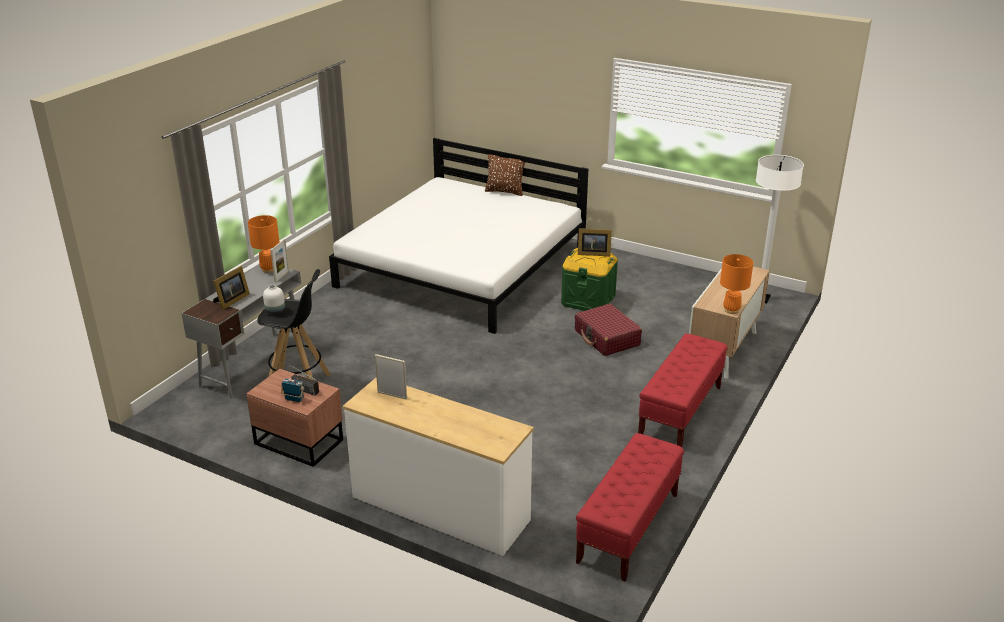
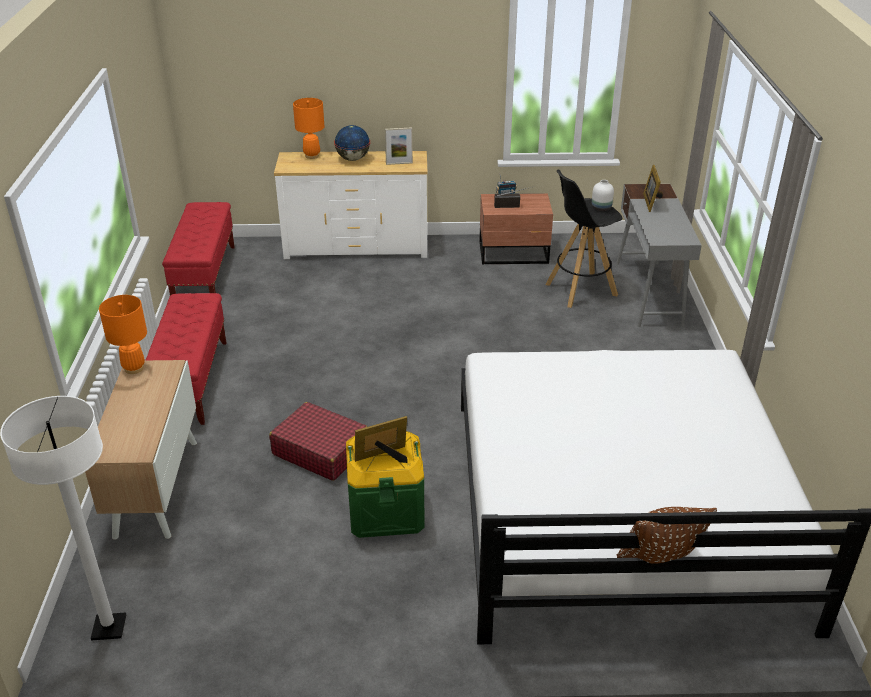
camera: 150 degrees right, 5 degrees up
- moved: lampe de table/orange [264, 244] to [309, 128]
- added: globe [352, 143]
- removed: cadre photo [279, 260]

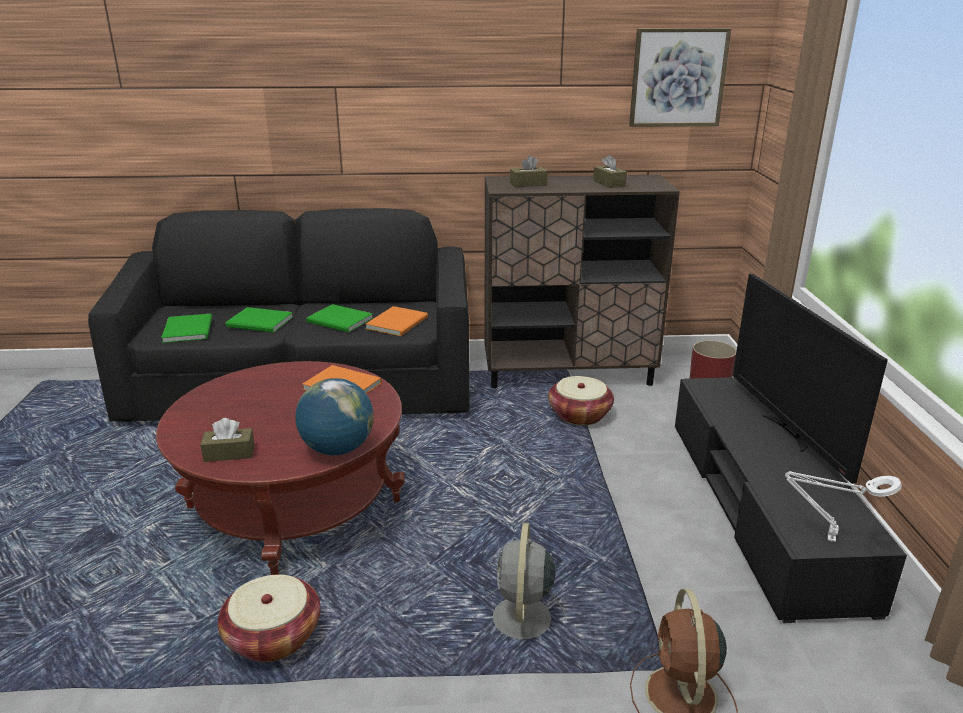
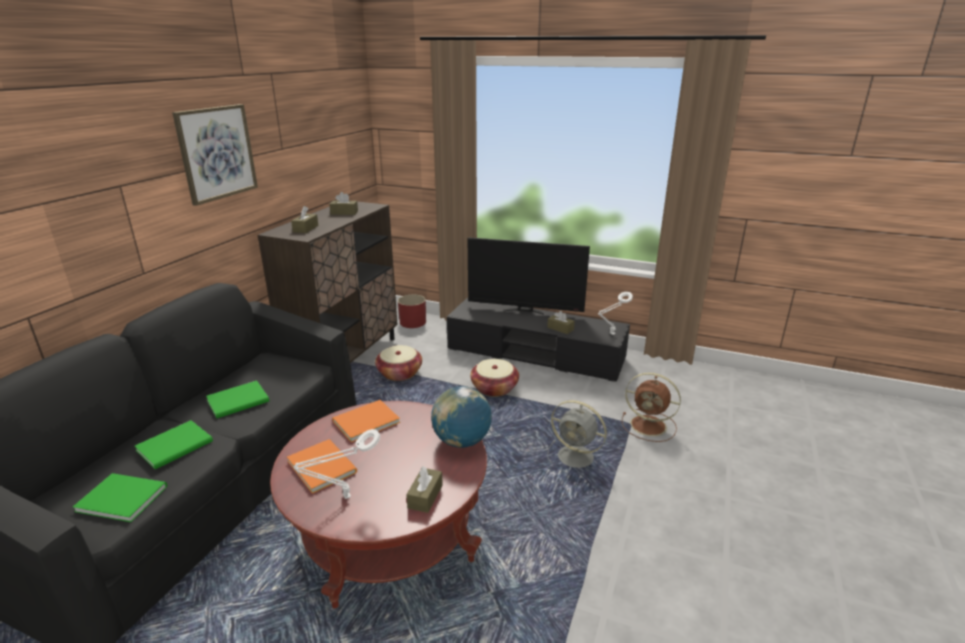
camera: 65 degrees left, 0 degrees up
- moved: tableau [680, 77] to [215, 155]
- moved: livre/orange [397, 321] to [322, 466]
- added: lampe de table/blanc [336, 464]
- moved: panier [269, 618] to [494, 378]
- added: boîte à mouchoirs/marron [561, 322]

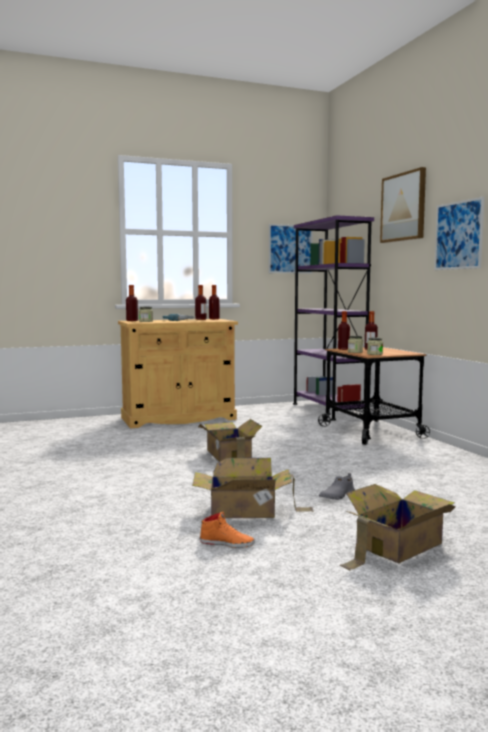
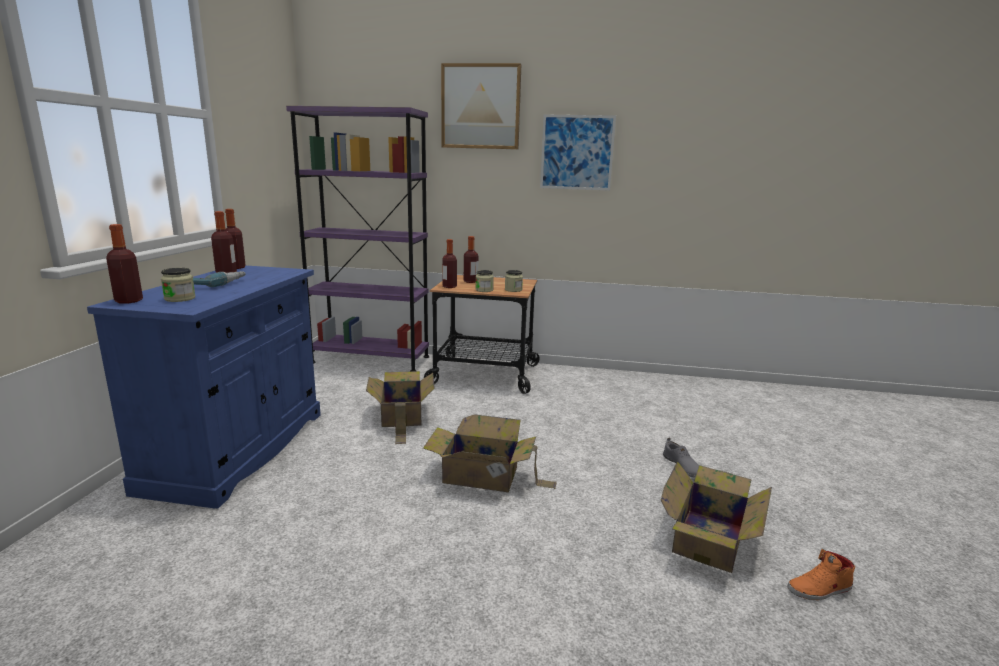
camera: 60 degrees left, 10 degrees up
- recoloured: meuble de rangement/beige [178, 373] to meuble de rangement/bleu [204, 387]
- moved: carton [397, 527] to [400, 407]
- turned: chaussure/orange [227, 530] = [821, 574] 150 degrees counterclockwise
- removed: tableau [291, 249]

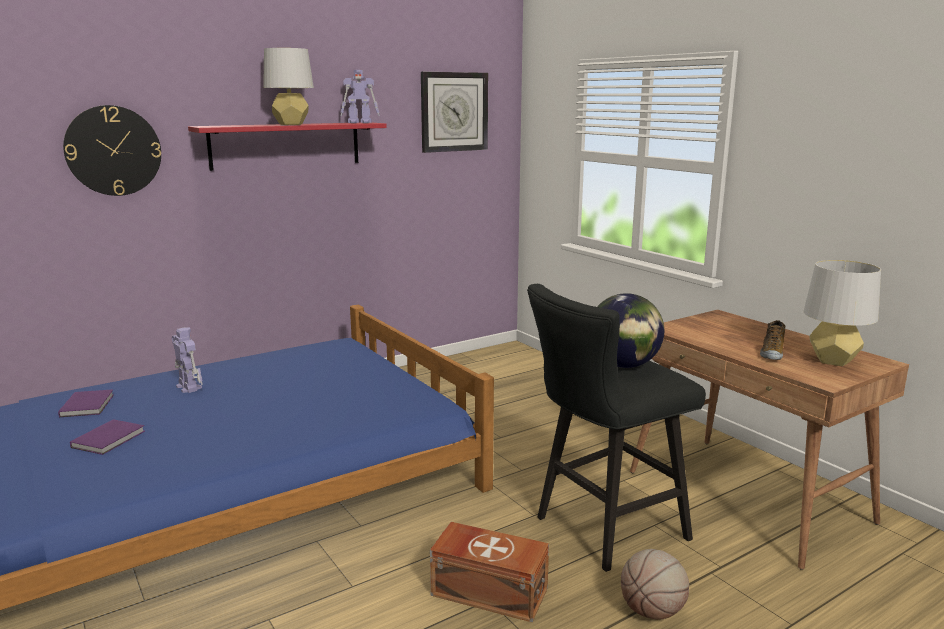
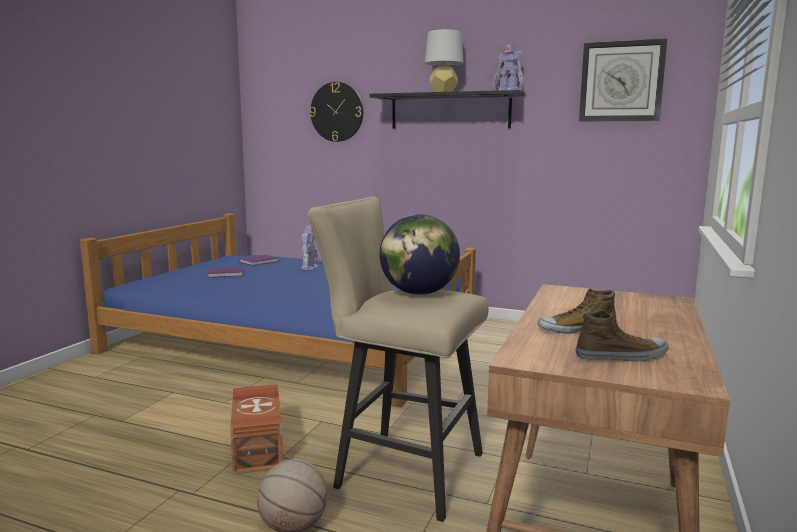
camera: 55 degrees right, 5 degrees down
- recoloured: tabouret/noir [616, 428] to tabouret/beige [398, 359]
- recoloured: étagère/rouge [287, 147] to étagère/noir [447, 109]
- replaced: lampe de table/gris [842, 313] to chaussure [622, 335]

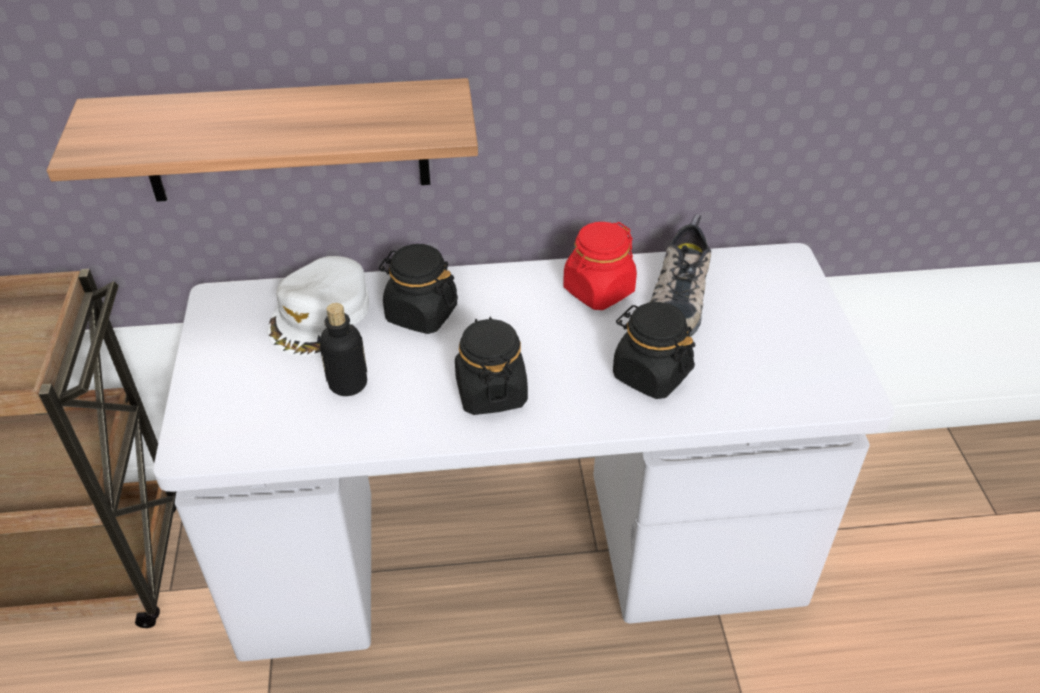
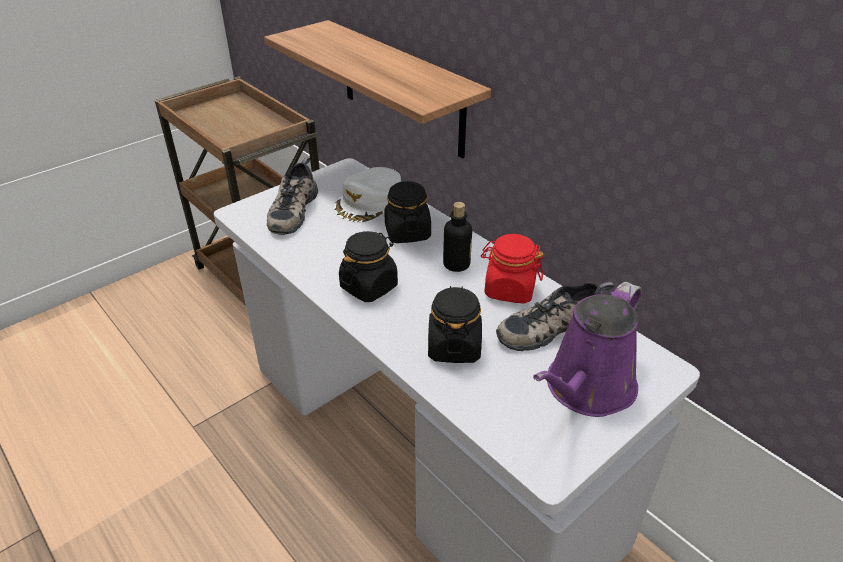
camera: 55 degrees right, 5 degrees down
- added: chaussure [292, 196]
- turned: casquette/blanc [318, 306] = [367, 195] 45 degrees counterclockwise
- moved: bouteille [343, 349] to [457, 237]
- added: arrosoir/violet [587, 349]

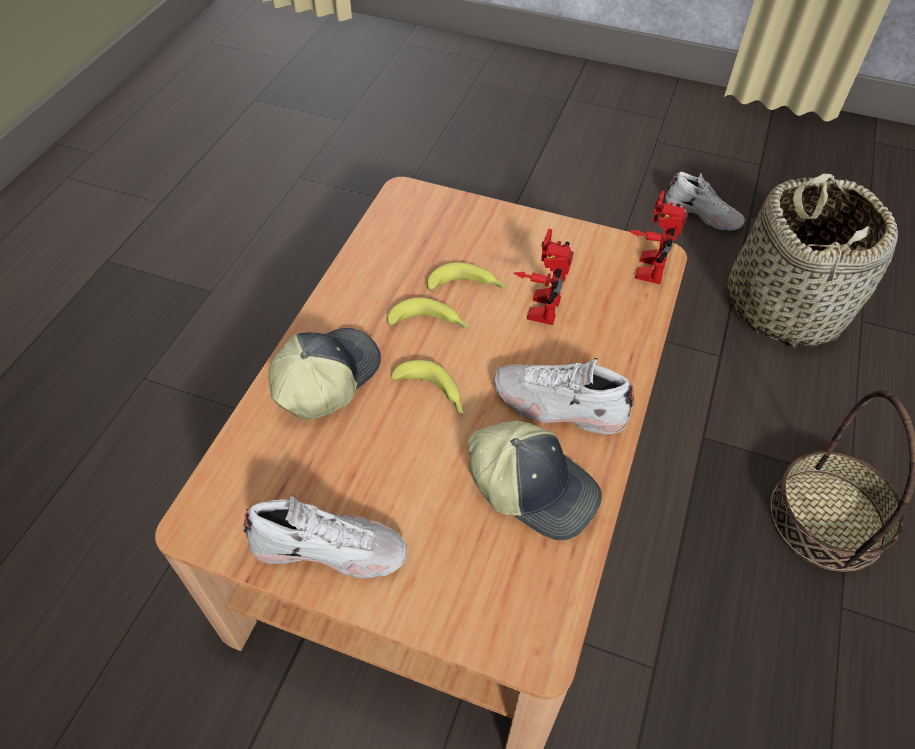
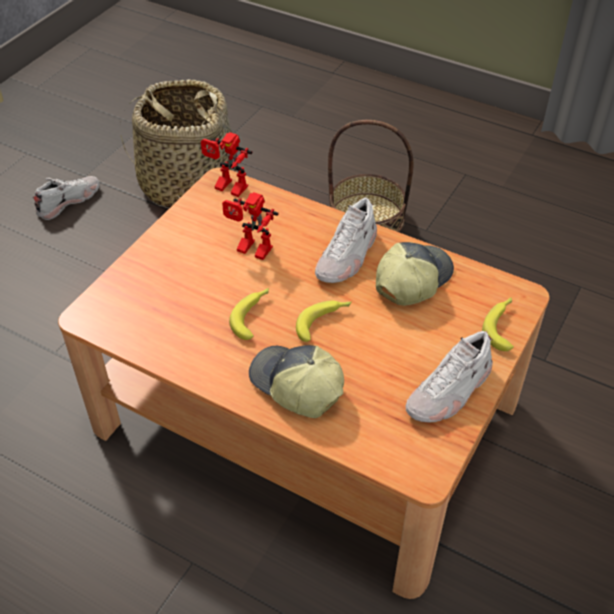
camera: 80 degrees left, 5 degrees down
- turned: chaussure/blanc [325, 537] = [449, 376] 150 degrees counterclockwise
- moved: banane [467, 276] to [498, 324]

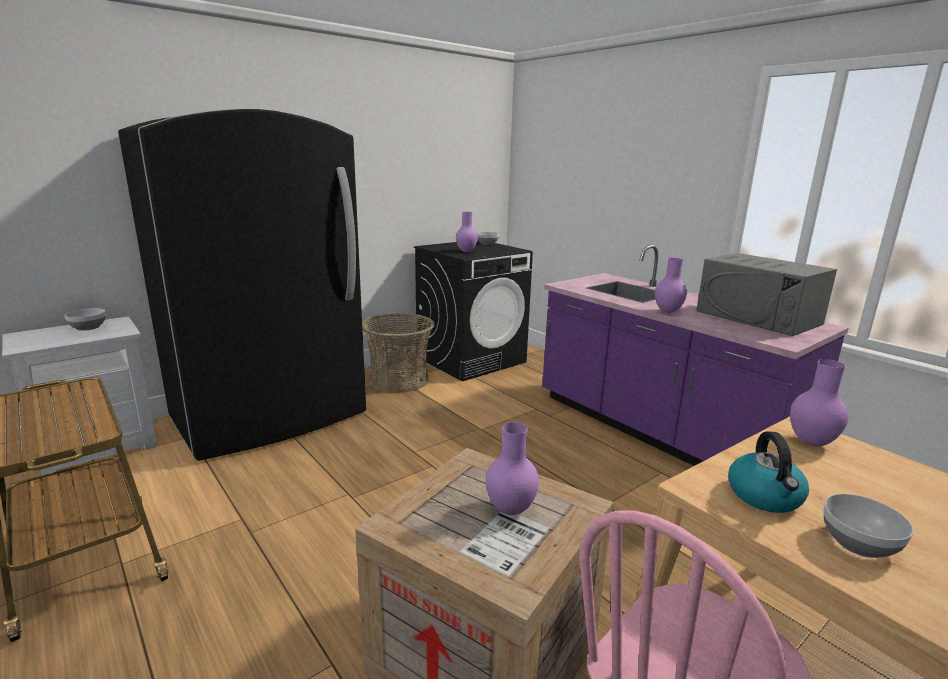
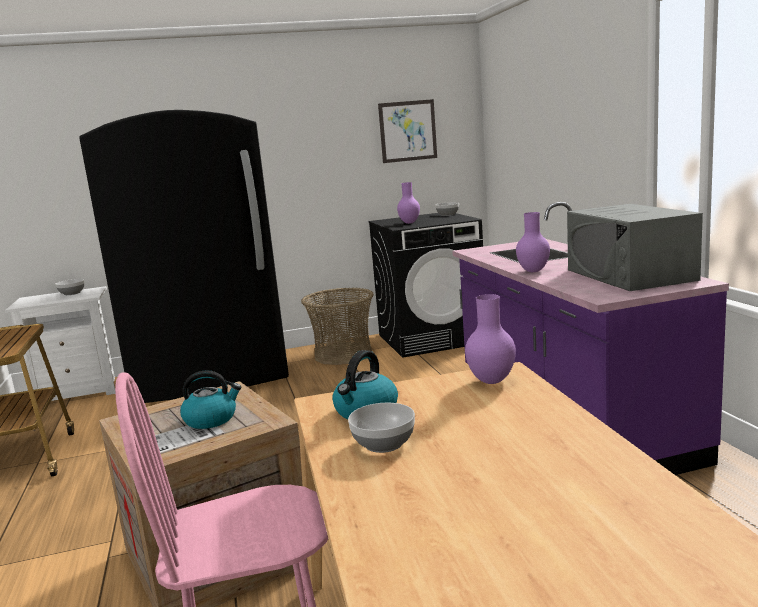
camera: 25 degrees right, 5 degrees down
- replaced: vase/violet [512, 468] to bouilloire [210, 399]
- added: tableau [407, 131]

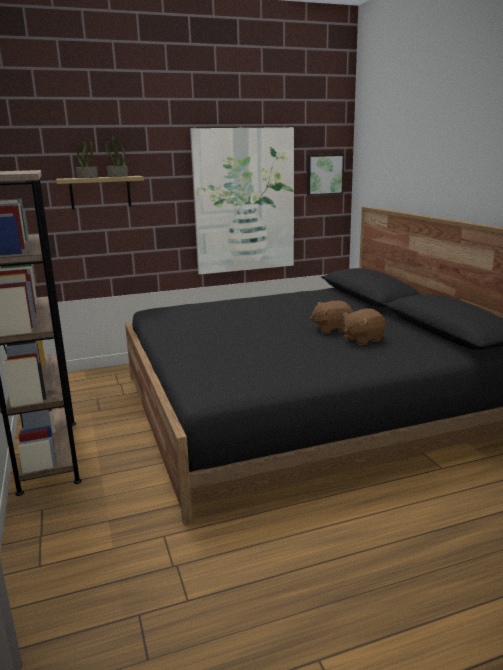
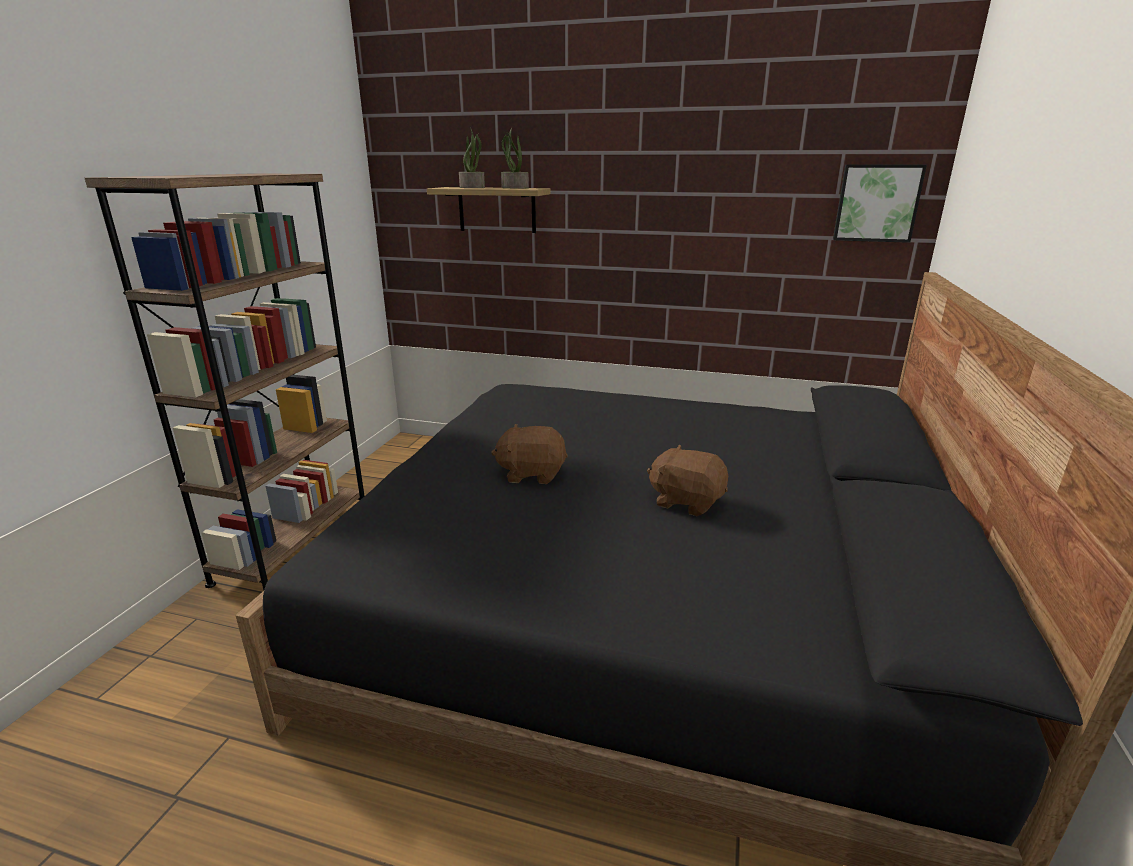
camera: 35 degrees right, 5 degrees up
- moved: peluche/marron [364, 327] to [529, 454]
- removed: tableau [242, 201]

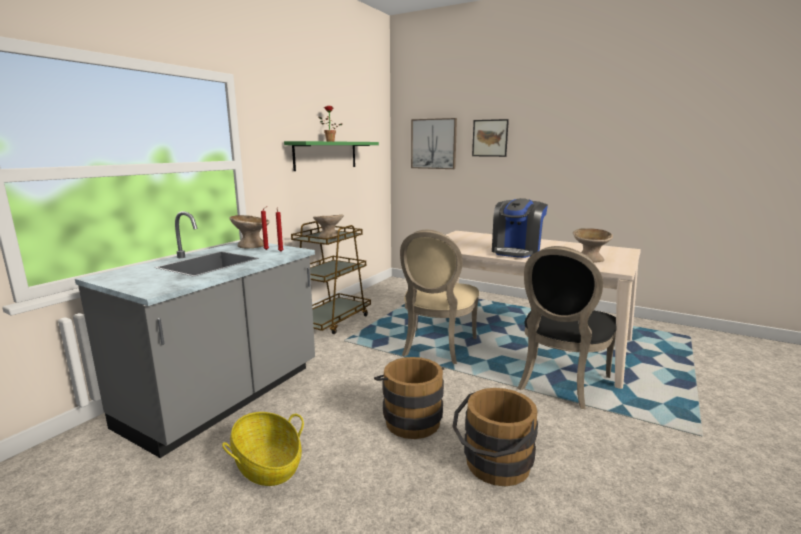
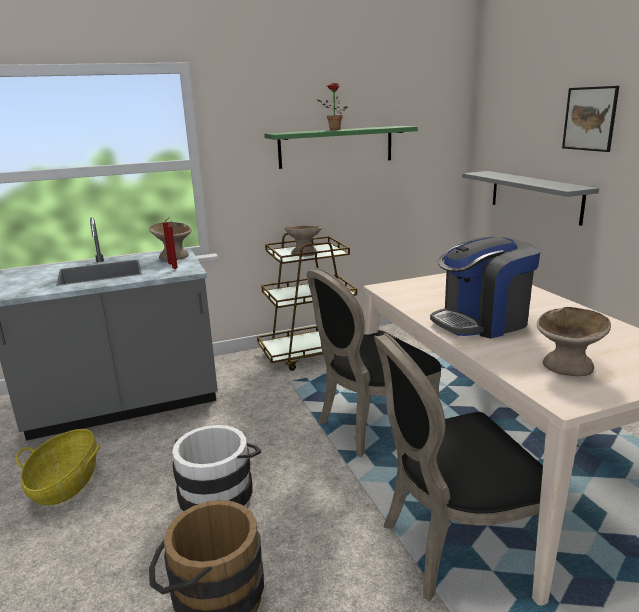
camera: 40 degrees right, 5 degrees up
- recoloured: seau/marron [409, 398] to seau/blanc [216, 468]
- recoloured: chaise/beige [439, 297] to chaise/noir [374, 362]
- added: étagère/gris [530, 198]
- removed: tableau [434, 143]

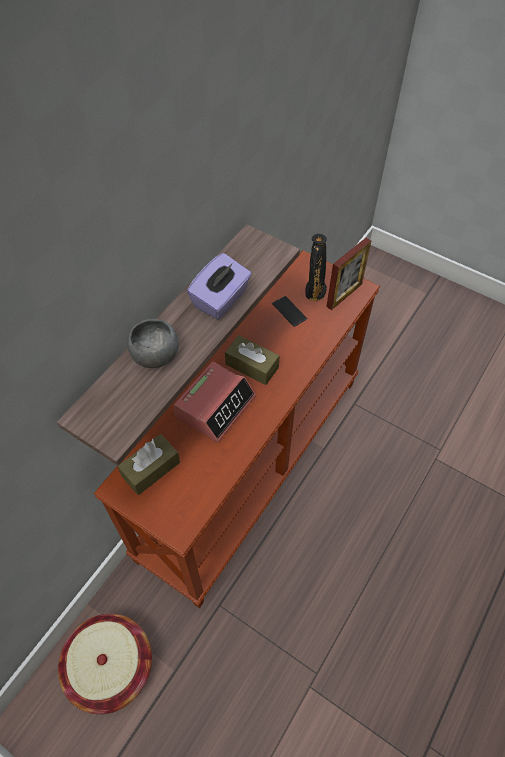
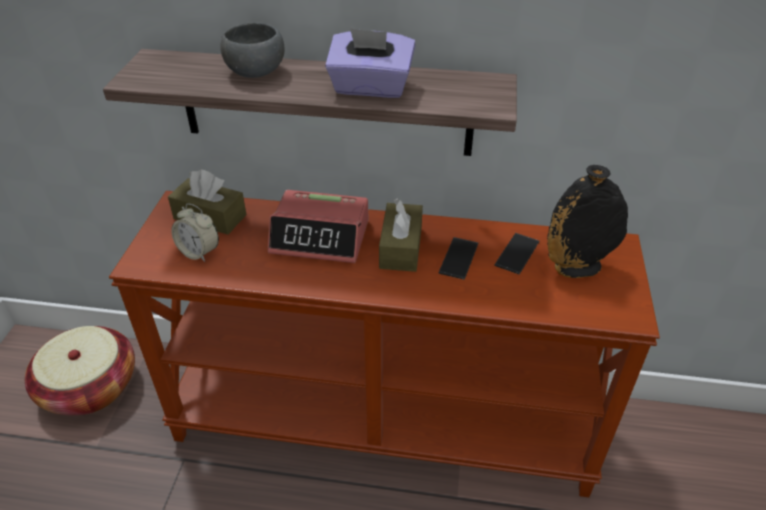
camera: 65 degrees right, 15 degrees down
- added: réveil [195, 232]
- added: téléphone [458, 258]
- removed: cadre photo [348, 274]

